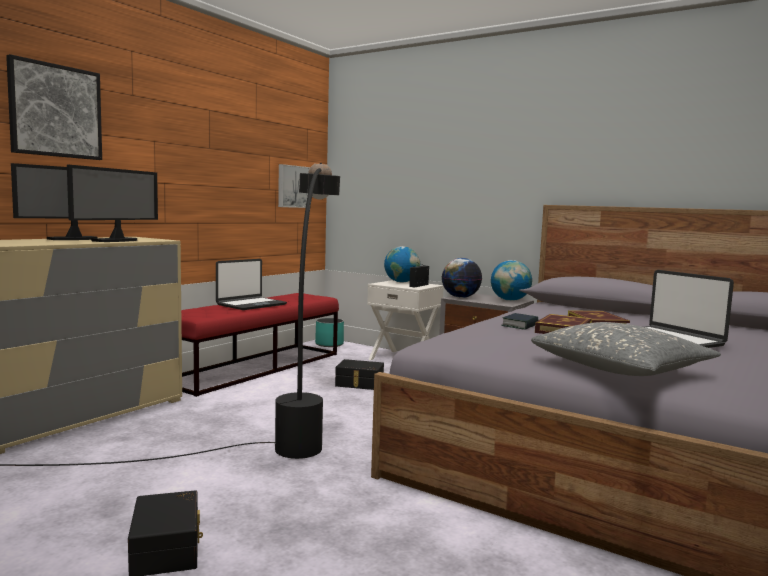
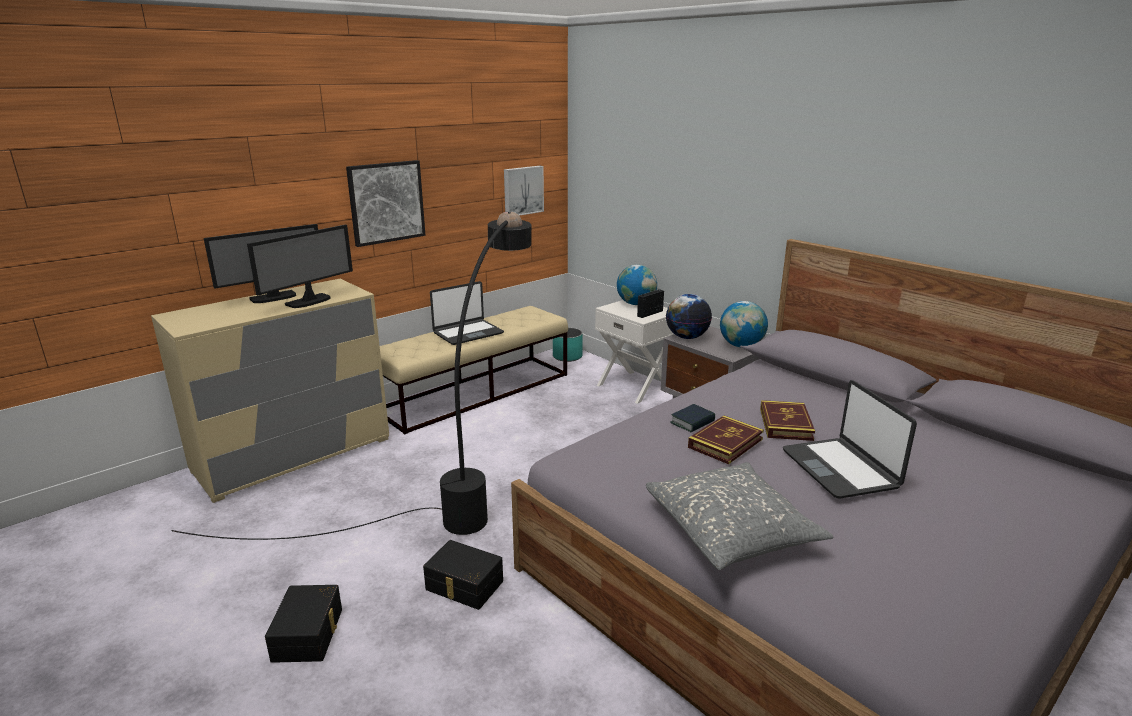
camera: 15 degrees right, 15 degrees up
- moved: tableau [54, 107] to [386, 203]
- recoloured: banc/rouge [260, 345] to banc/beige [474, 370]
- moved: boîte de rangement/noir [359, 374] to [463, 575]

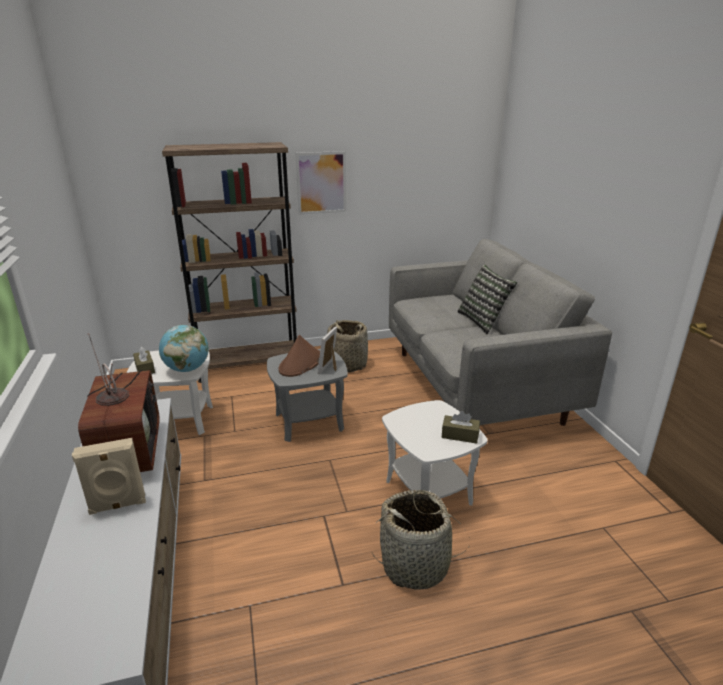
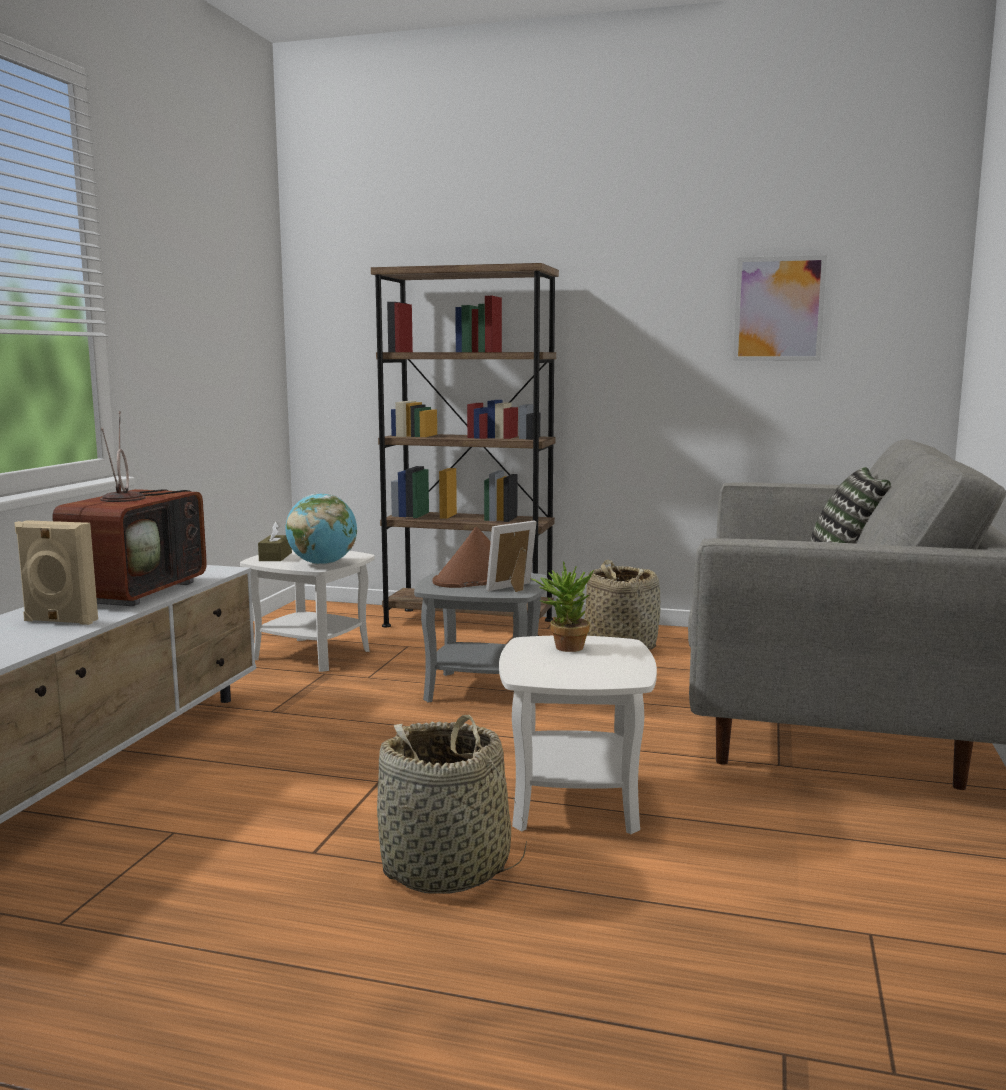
camera: 30 degrees right, 15 degrees down
- added: plante en pot [562, 606]
- moved: tableau [320, 183] to [780, 308]
- removed: boîte à mouchoirs/marron [461, 427]

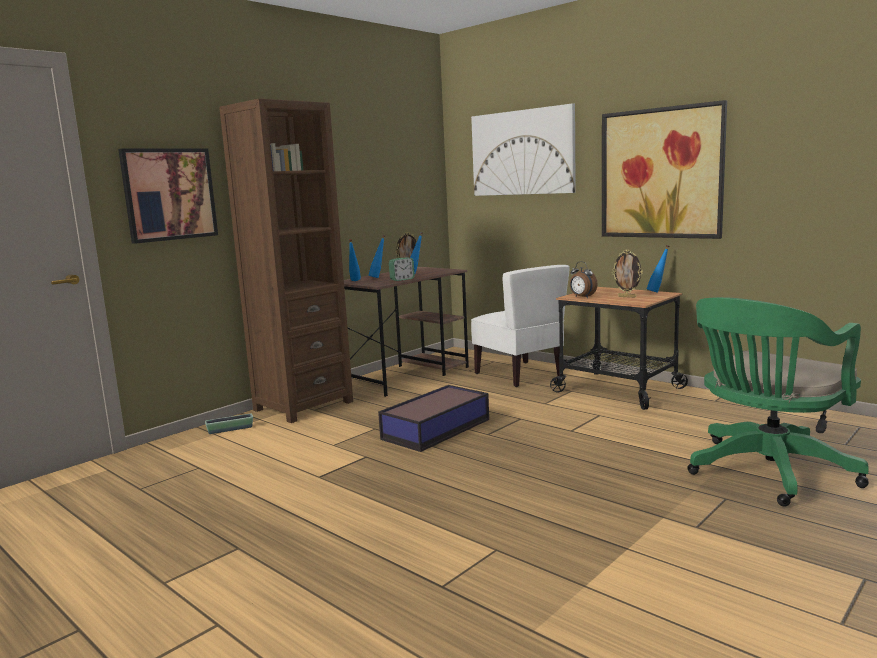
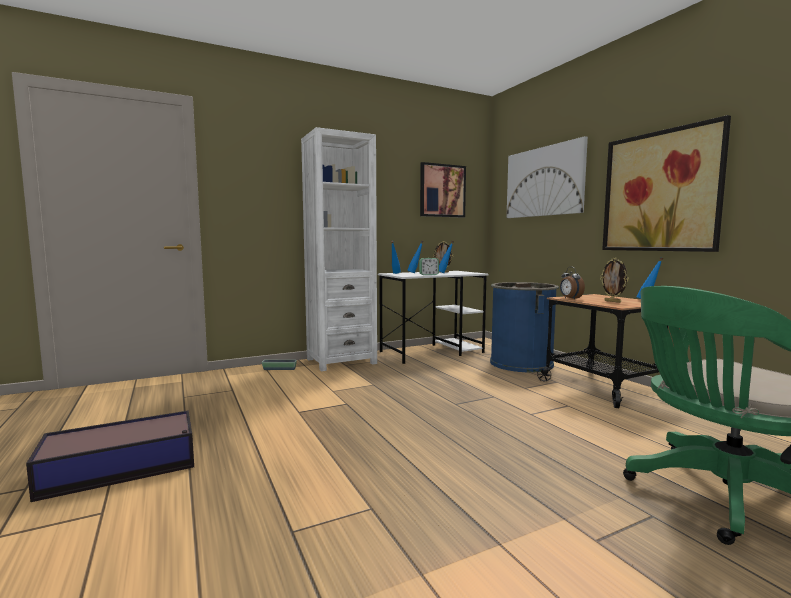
camera: 20 degrees right, 5 degrees down
- moved: boîte de rangement [433, 418] to [110, 456]
- recoloured: bibliothèque/marron [286, 261] to bibliothèque/blanc [339, 249]
- recoloured: bureau/marron [406, 332] to bureau/blanc [433, 317]
- moved: tableau [168, 196] to [443, 190]
- replaced: chaise/blanc [520, 326] to poubelle/bleu [524, 327]

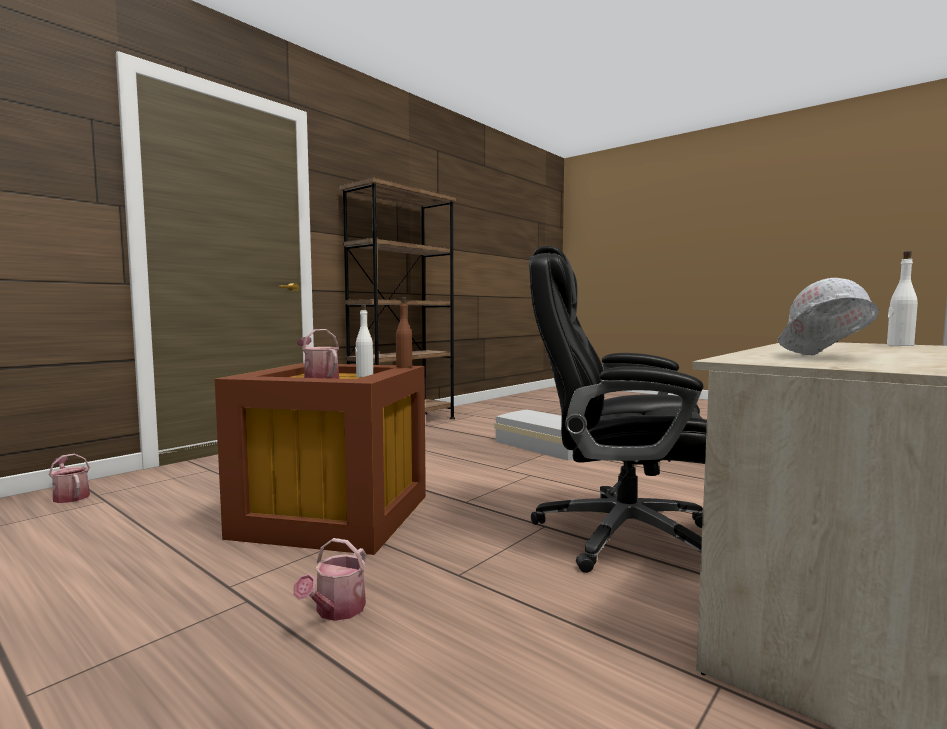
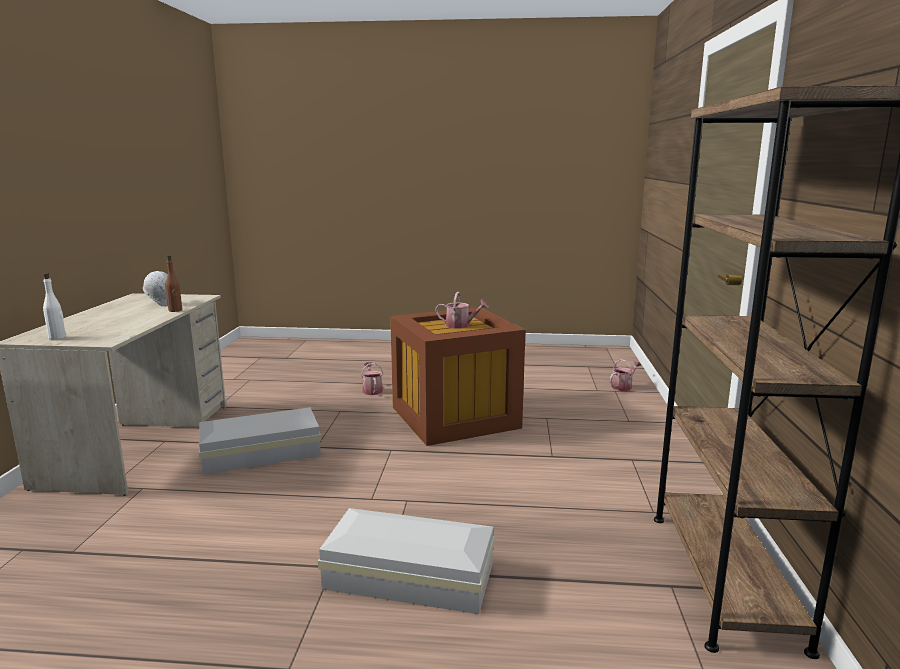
camera: 145 degrees right, 10 degrees up
- moved: bouteille/marron [404, 332] to [173, 283]
- replaced: chaise de bureau/noir [618, 409] to boîte de rangement/blanc [260, 441]
- turned: arrosoir [69, 478] = [625, 375] 45 degrees counterclockwise
- removed: bouteille/blanc [364, 340]

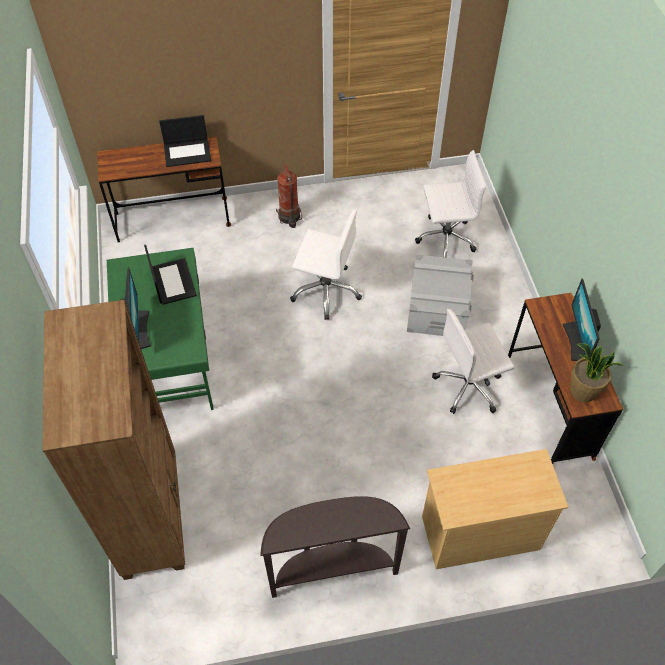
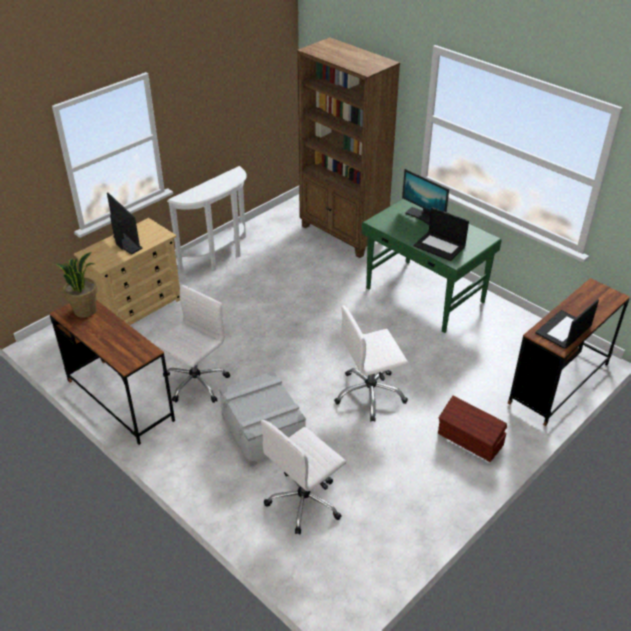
camera: 145 degrees right, 15 degrees down
- moved: écran d'ordinateur [582, 319] to [125, 223]
- recoloured: table console/marron [335, 547] to table console/blanc [207, 219]
- replaced: extincteur [289, 196] to boîte de rangement/marron [472, 429]

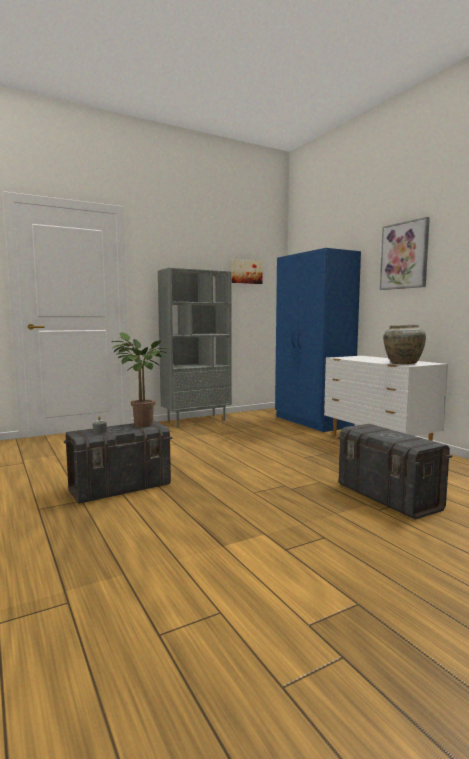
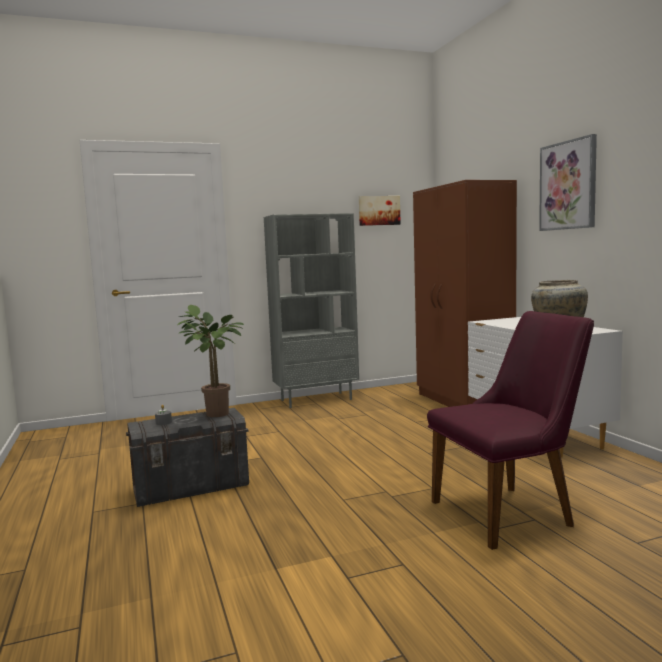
camera: 10 degrees right, 0 degrees up
- recoloured: armoire/bleu [318, 340] to armoire/marron [465, 293]
- replaced: boîte de rangement/gris [395, 472] to chaise/violet [510, 430]

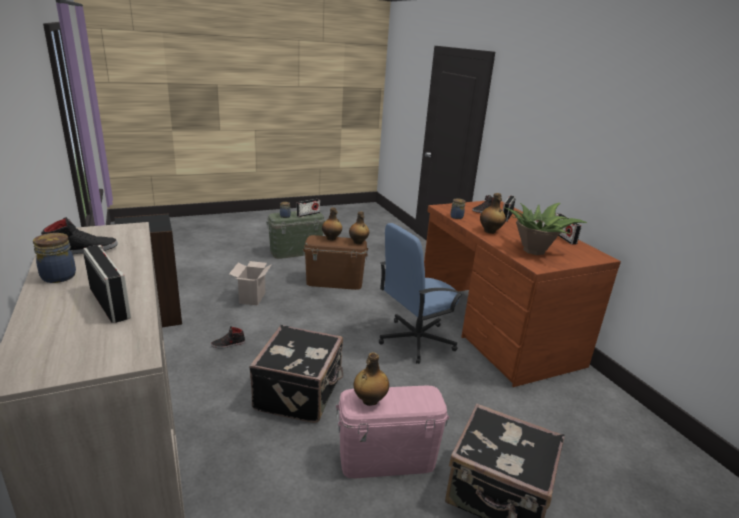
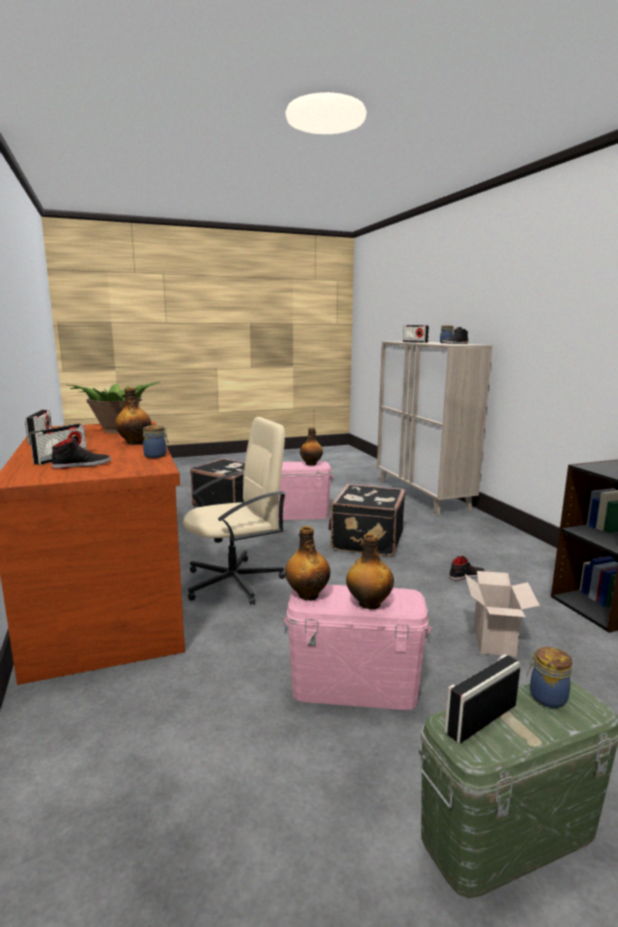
camera: 175 degrees left, 10 degrees down
- recoloured: chaise de bureau/bleu [421, 293] to chaise de bureau/beige [234, 511]
- recoloured: boîte de rangement/marron [335, 262] to boîte de rangement/rose [357, 647]

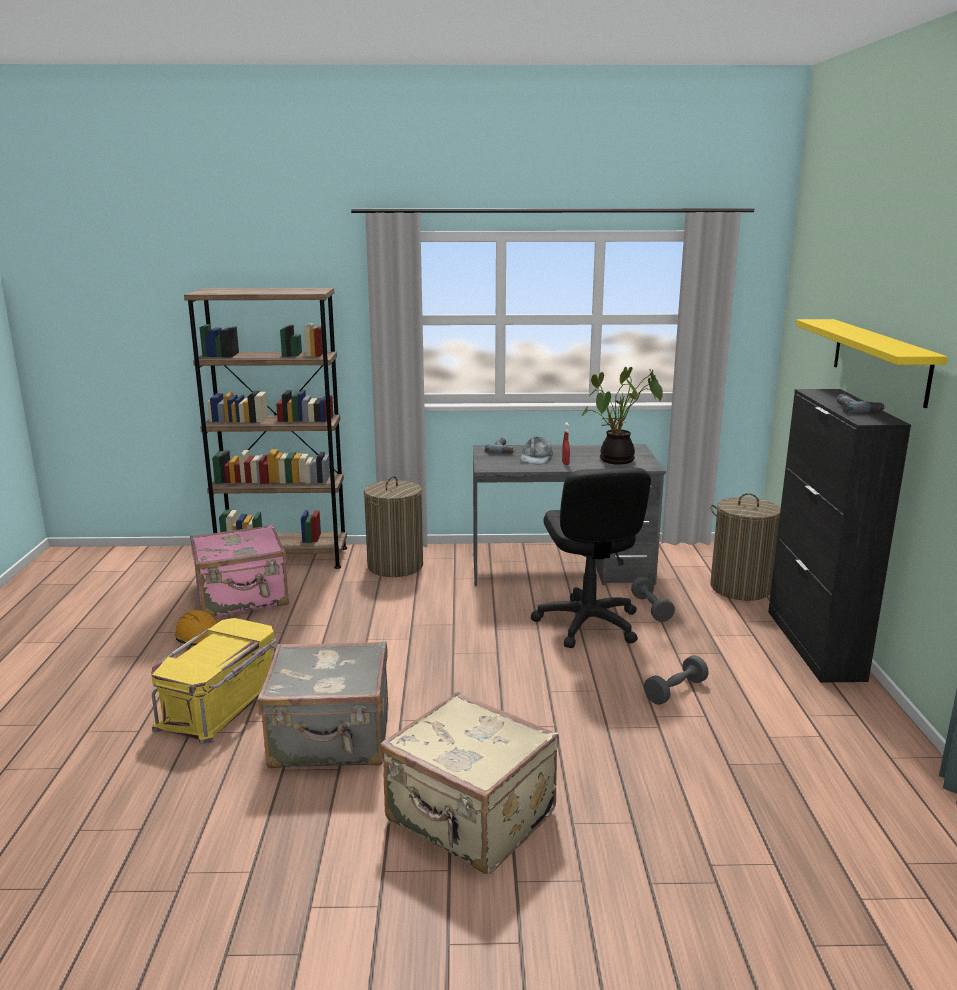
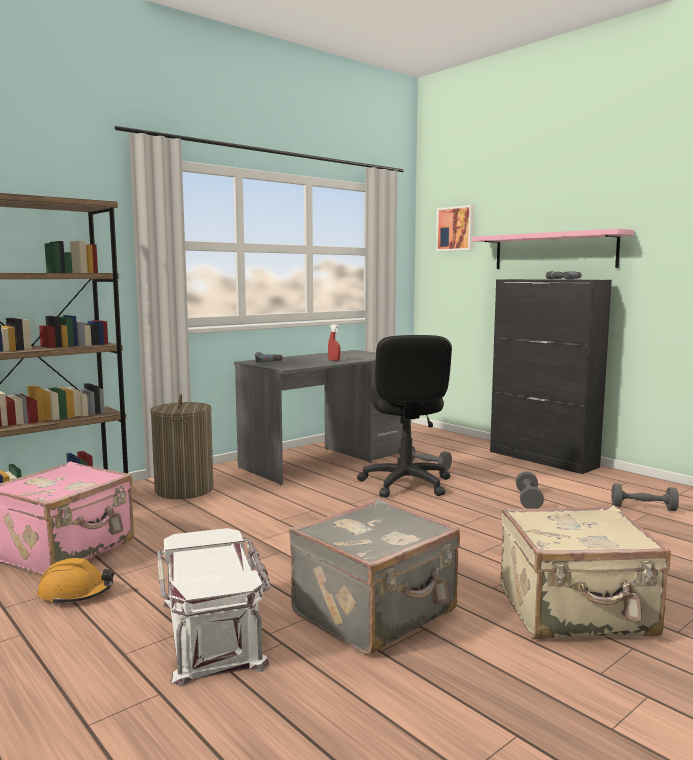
camera: 40 degrees left, 10 degrees down
- recoloured: boîte de rangement/jaune [214, 682] to boîte de rangement/blanc [213, 607]
- turned: chaise de bureau/noir [591, 557] = [404, 416] 45 degrees clockwise
- added: tableau [455, 228]
- recoloured: étagère/jaune [872, 363] to étagère/rose [553, 248]
- added: haltère/gris [645, 497]
- removed: casquette/gris [536, 450]
- removed: plante en pot [622, 415]
- removed: panier à linge [745, 547]

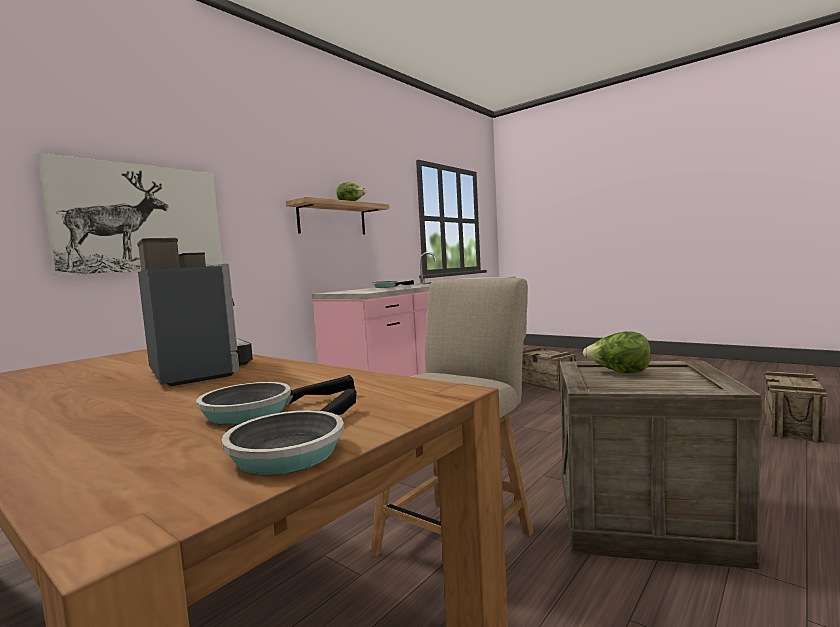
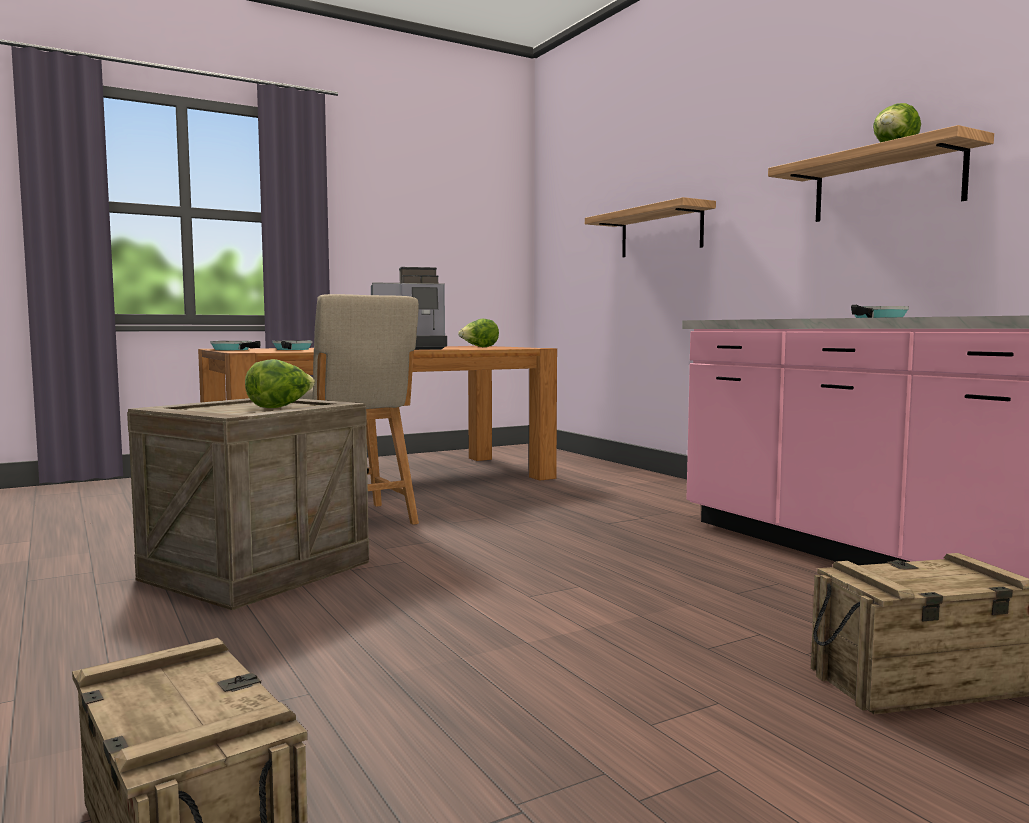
camera: 110 degrees right, 0 degrees up
- added: laitue [478, 332]
- replaced: tableau [129, 214] to étagère [650, 227]

